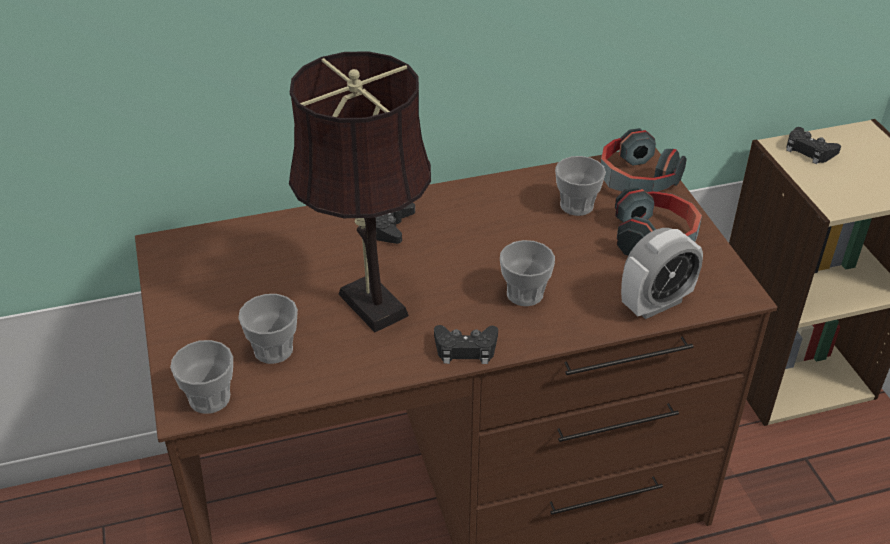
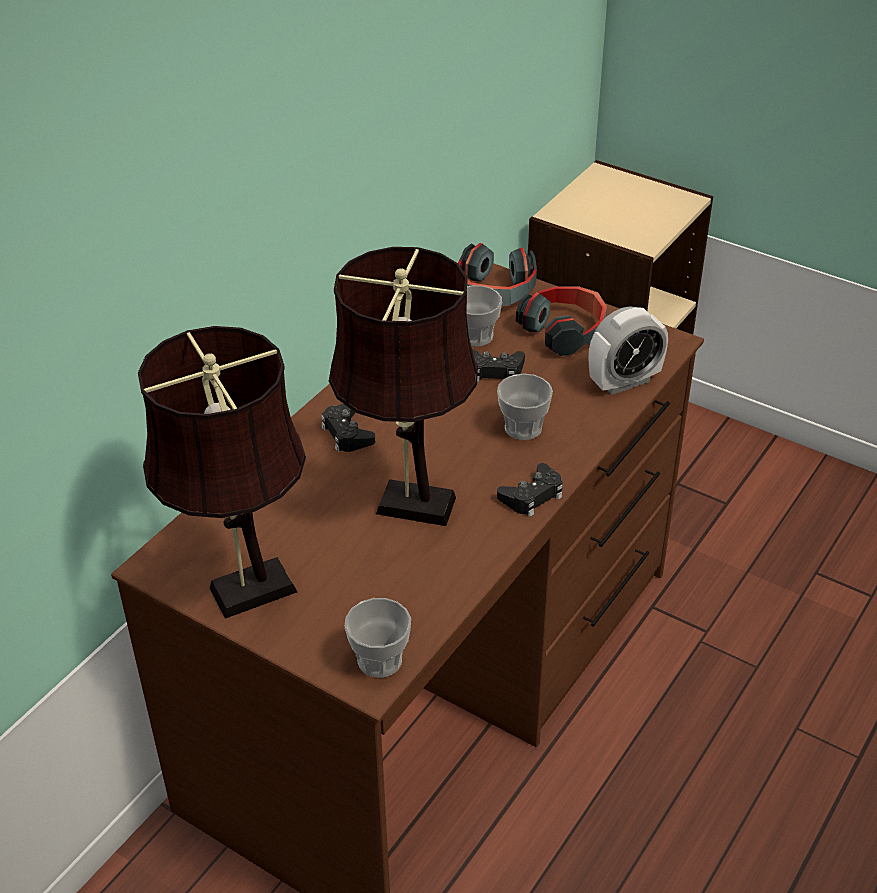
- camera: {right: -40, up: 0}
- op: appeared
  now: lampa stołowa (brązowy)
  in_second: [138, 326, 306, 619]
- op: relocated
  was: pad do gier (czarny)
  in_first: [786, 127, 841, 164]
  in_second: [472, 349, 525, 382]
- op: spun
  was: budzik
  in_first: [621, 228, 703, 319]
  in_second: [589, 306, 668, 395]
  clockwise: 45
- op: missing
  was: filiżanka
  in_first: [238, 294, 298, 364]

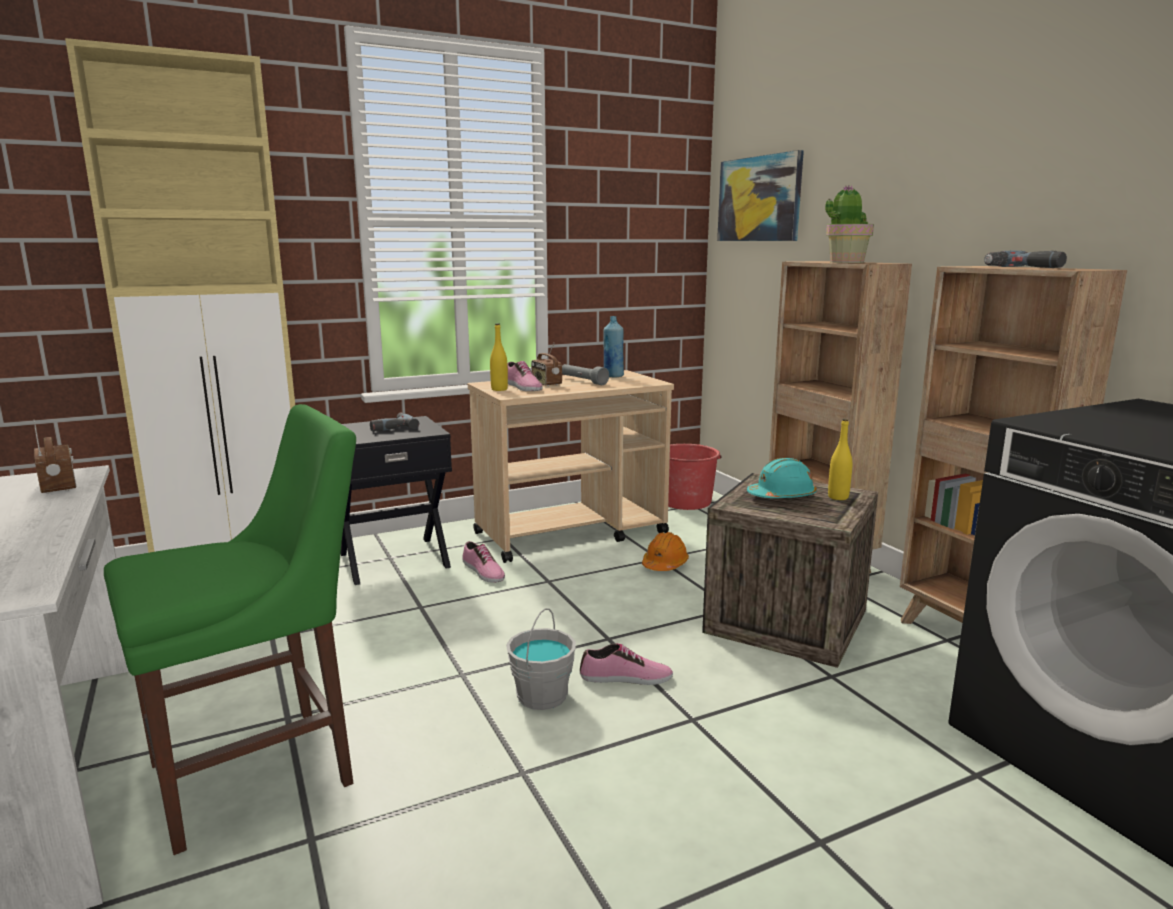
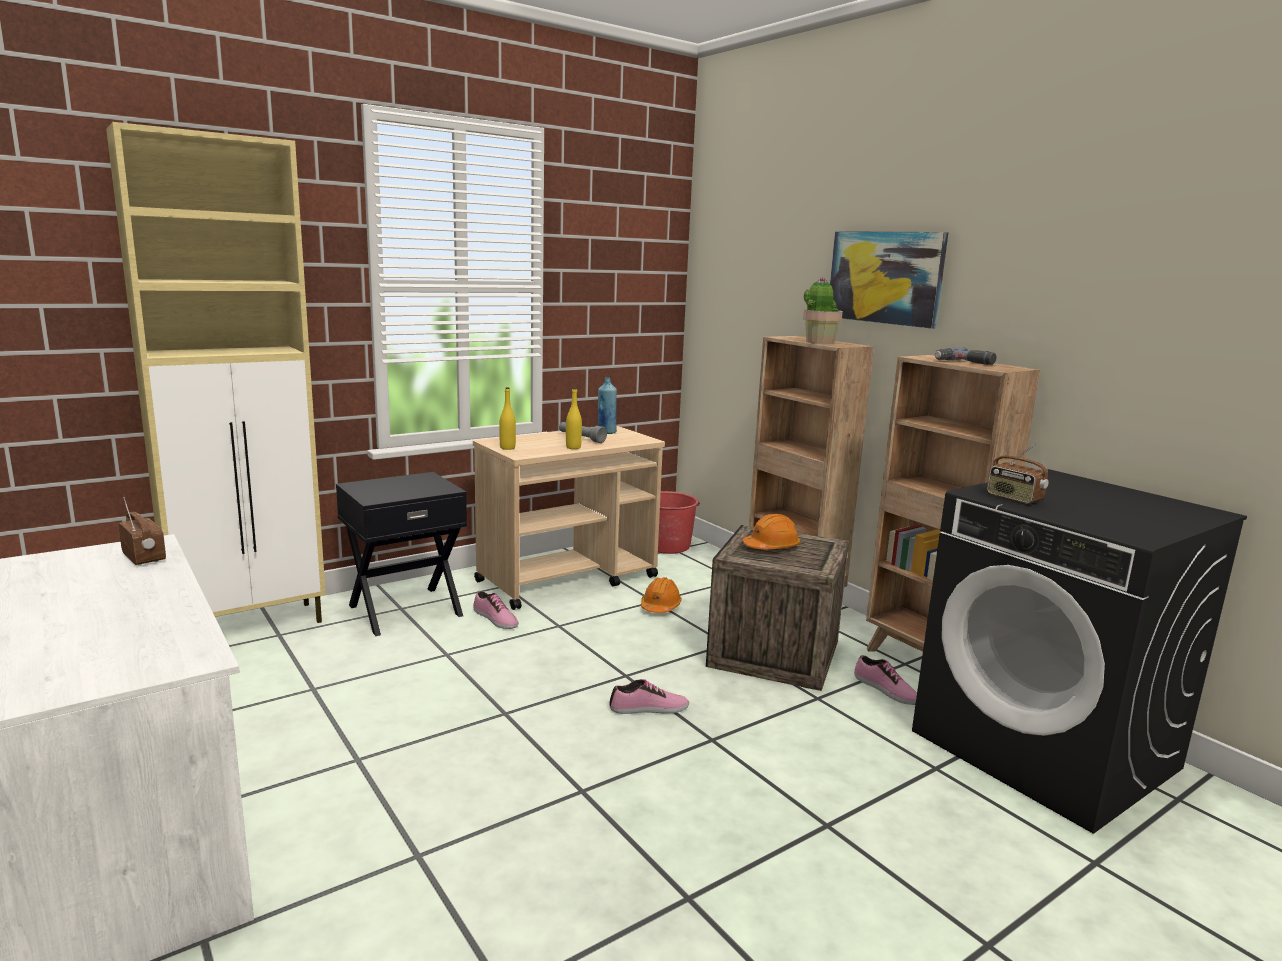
- camera: {right: -10, up: 0}
- op: relocated
  was: butelka (żółty)
  in_first: [828, 419, 852, 500]
  in_second: [566, 388, 582, 449]
- op: colour
  was: kask (turkusowy)
  now: kask (pomarańczowy)
  in_first: [747, 458, 817, 498]
  in_second: [743, 514, 801, 549]
- op: relocated
  was: obraz
  in_first: [717, 150, 804, 241]
  in_second: [830, 231, 948, 329]
- op: relocated
  was: but
  in_first: [507, 361, 543, 391]
  in_second: [854, 655, 917, 705]
- op: relocated
  was: radio
  in_first: [531, 342, 562, 386]
  in_second: [987, 443, 1049, 504]
- op: missing
  was: krzesło (zielony)
  in_first: [104, 404, 356, 855]
- op: missing
  was: wiertarka
  in_first: [370, 412, 419, 431]
- op: missing
  was: wiadro (szary)
  in_first: [506, 608, 576, 710]

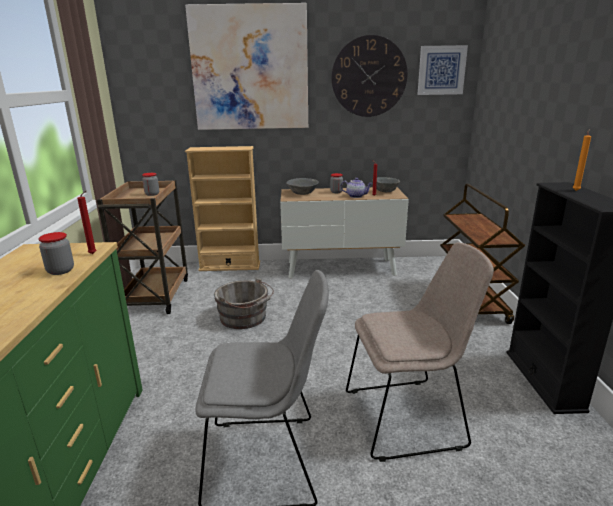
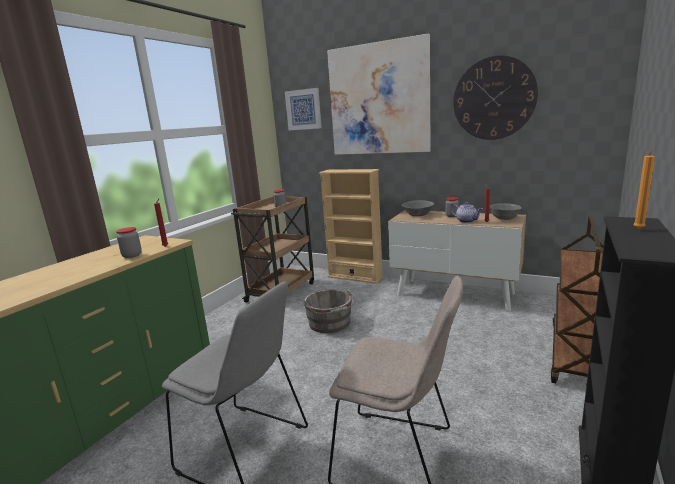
- camera: {right: 30, up: -5}
- op: relocated
  was: obraz
  in_first: [417, 45, 468, 95]
  in_second: [285, 88, 322, 130]

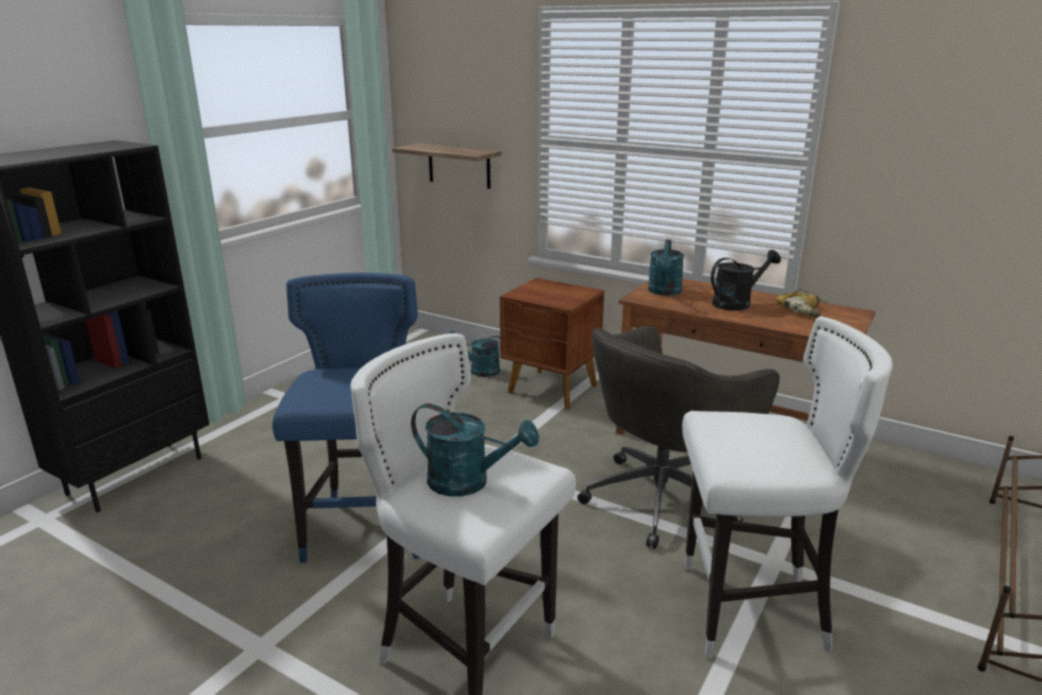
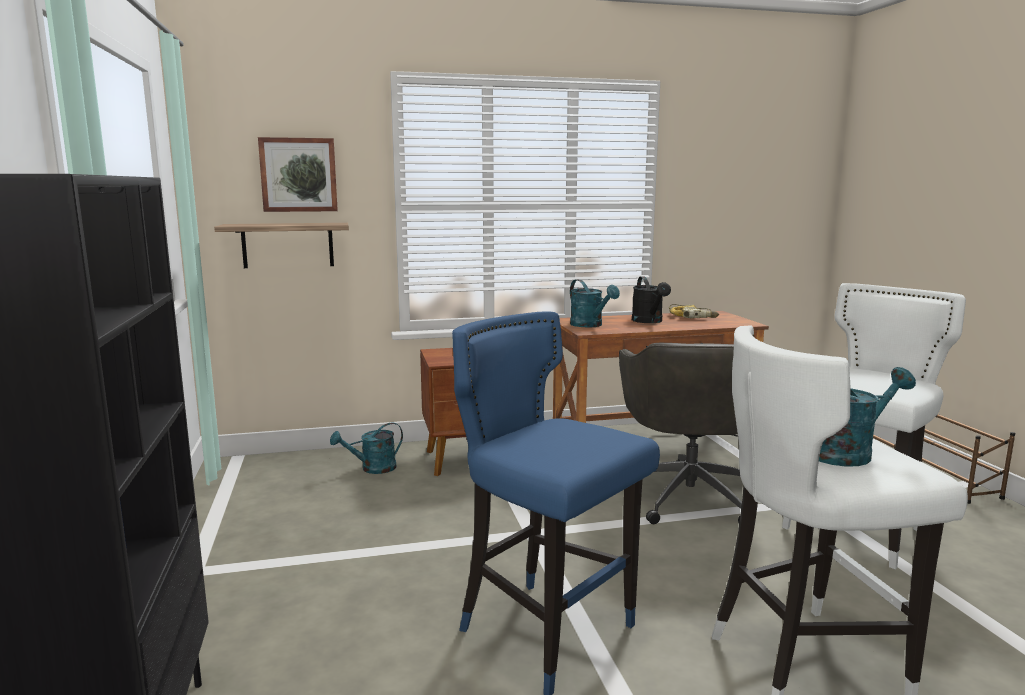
- camera: {right: -45, up: -10}
- op: appeared
  now: obraz
  in_second: [258, 137, 338, 212]
- op: spun
  was: konewka (czarny)
  in_first: [711, 250, 781, 311]
  in_second: [632, 276, 671, 323]
  clockwise: 150

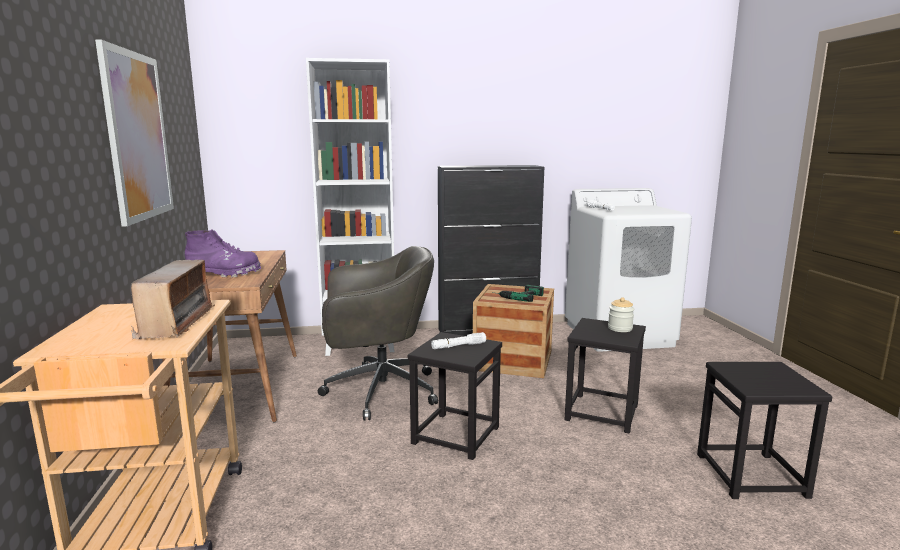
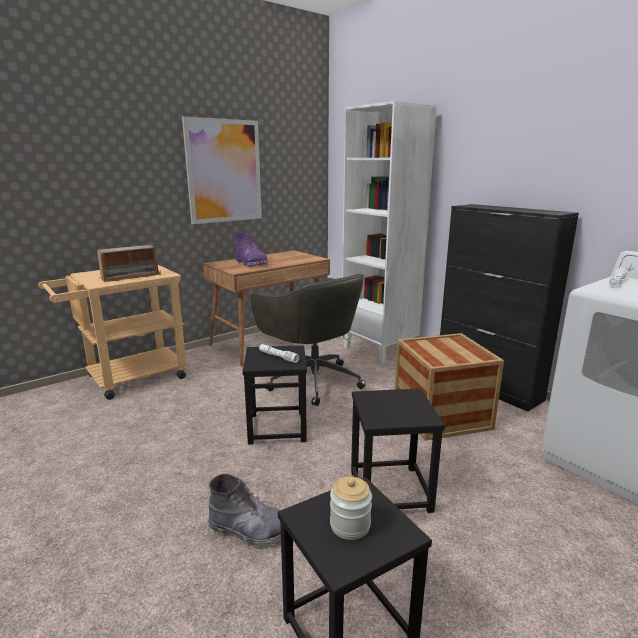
- camera: {right: 60, up: 5}
- op: appeared
  now: but z cholewką (szary)
  in_second: [208, 474, 281, 549]
- op: relocated
  was: słoik
  in_first: [608, 297, 634, 332]
  in_second: [330, 477, 372, 540]
- op: missing
  was: wiertarka
  in_first: [492, 285, 544, 302]

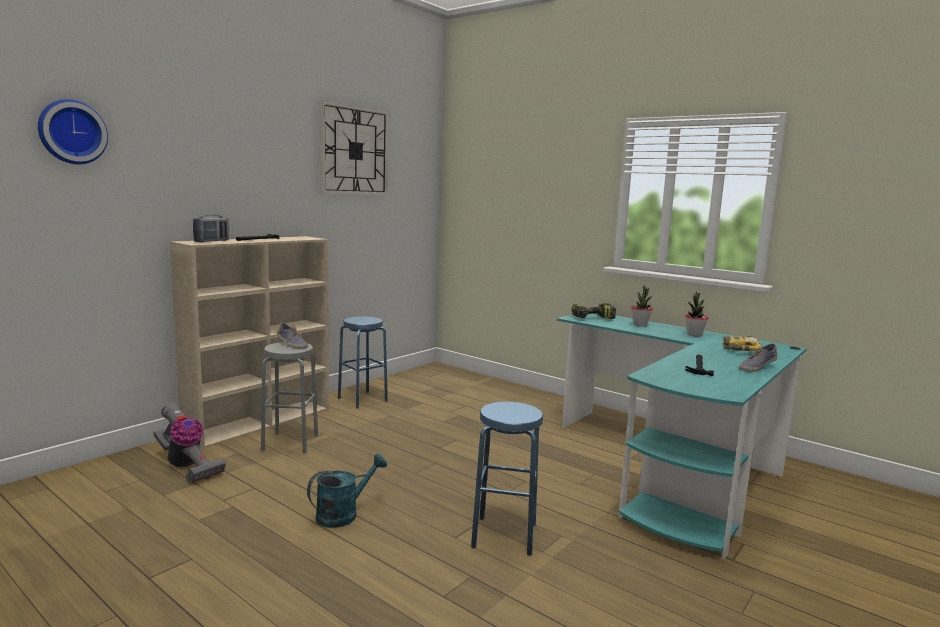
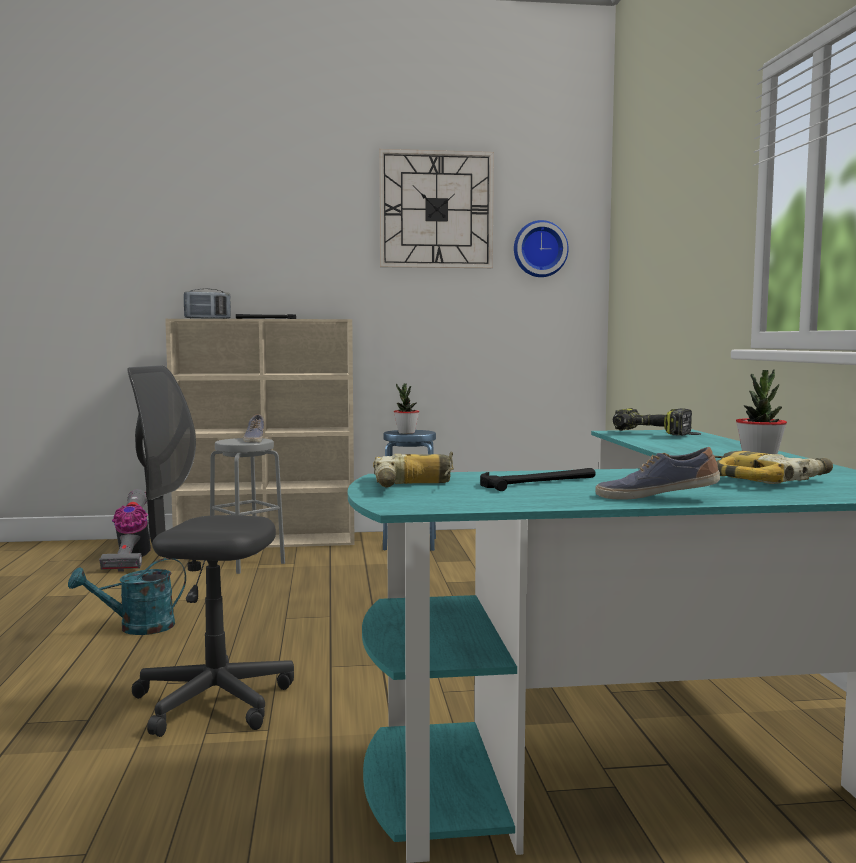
- camera: {right: 45, up: -5}
- op: spun
  was: konewka (turkusowy)
  in_first: [307, 454, 387, 528]
  in_second: [68, 558, 186, 635]
  clockwise: 150
- op: exchanged
  was: stołek (niebieski)
  now: krzesło biurowe (szary)
  in_first: [471, 402, 543, 556]
  in_second: [127, 365, 294, 737]
- op: appeared
  now: wiertarka
  in_second: [373, 452, 454, 487]
- op: relocated
  was: roślina doniczkowa
  in_first: [631, 286, 653, 327]
  in_second: [394, 384, 419, 434]
- op: relocated
  was: zegar ścienny
  in_first: [38, 99, 108, 164]
  in_second: [514, 220, 569, 277]

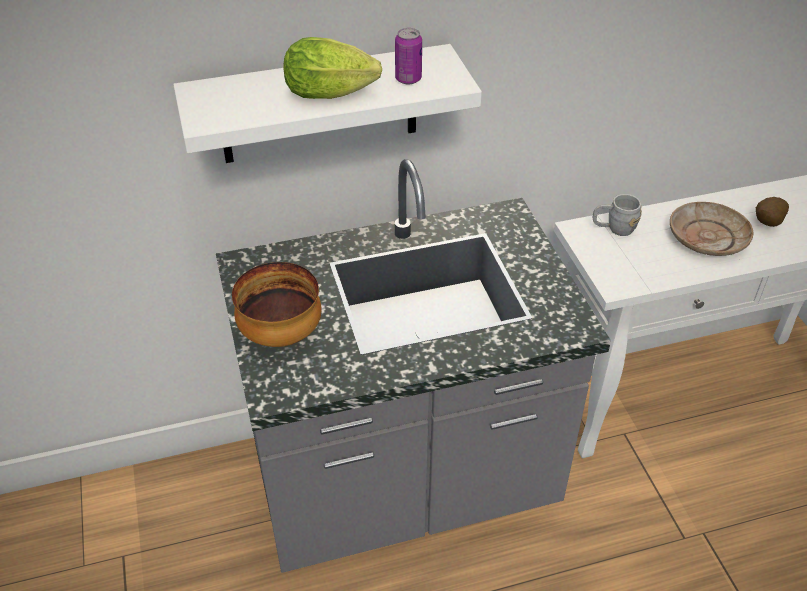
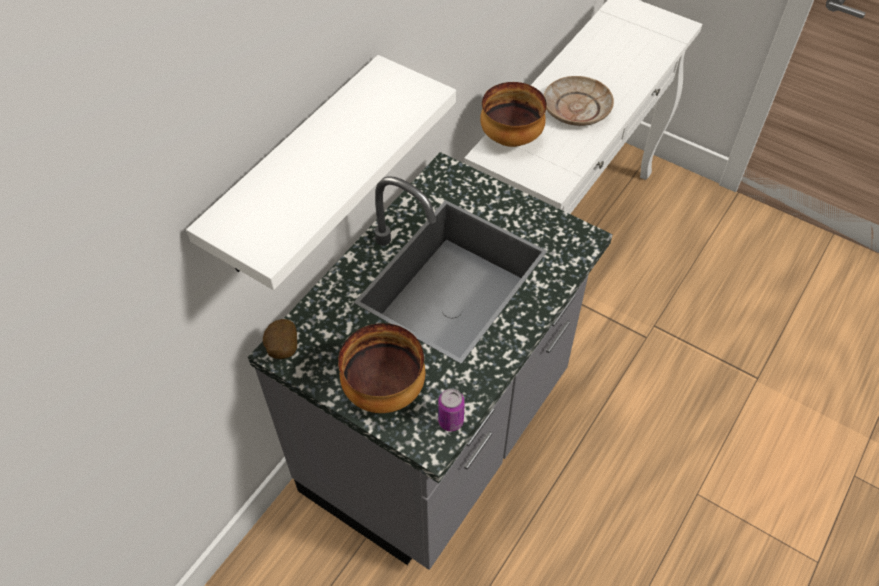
- camera: {right: -40, up: 10}
- op: relocated
  was: ziemniak
  in_first: [756, 197, 789, 227]
  in_second: [263, 319, 297, 359]
- op: relocated
  was: puszka
  in_first: [395, 28, 422, 85]
  in_second: [438, 388, 465, 432]
- op: exchanged
  was: kubek (szary)
  now: miska
  in_first: [593, 194, 642, 236]
  in_second: [480, 82, 547, 147]
- op: missing
  was: sałata
  in_first: [284, 37, 382, 99]

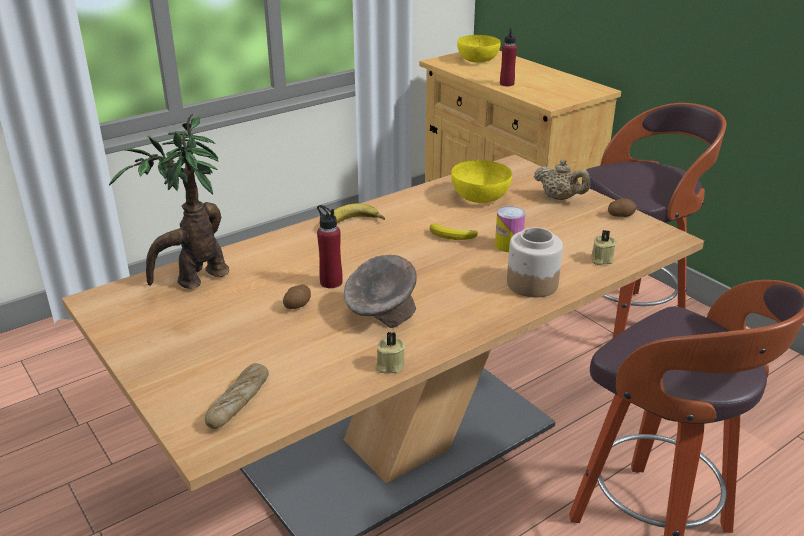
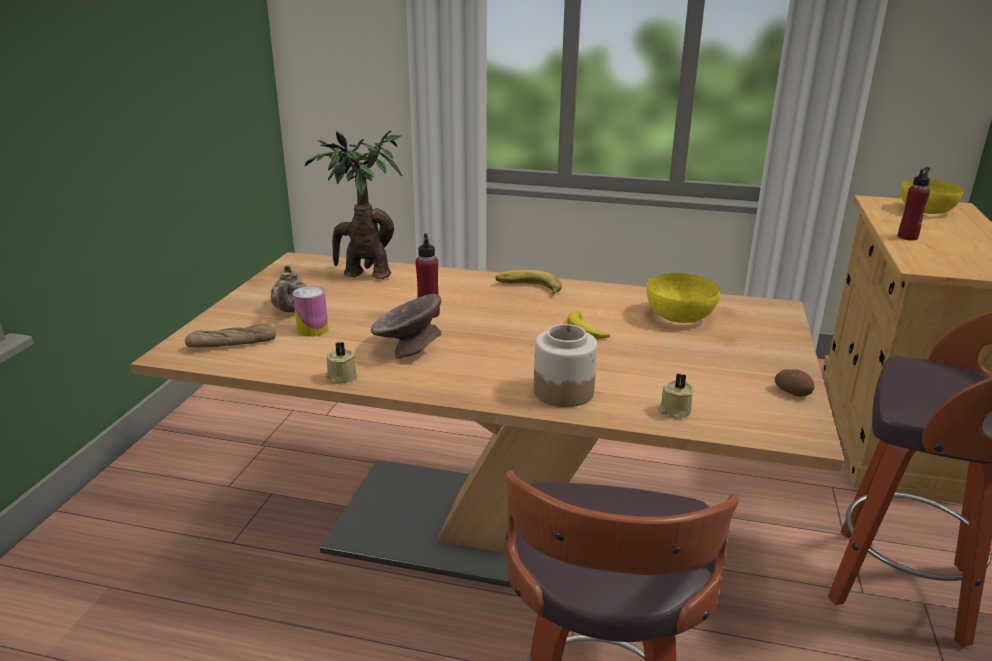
- camera: {right: 50, up: -5}
- op: relocated
  was: imbryk (beżowy)
  in_first: [534, 159, 591, 200]
  in_second: [271, 265, 307, 312]
- op: relocated
  was: puszka
  in_first: [495, 206, 526, 252]
  in_second: [293, 286, 328, 337]
- op: missing
  was: ziemniak
  in_first: [283, 284, 311, 309]

